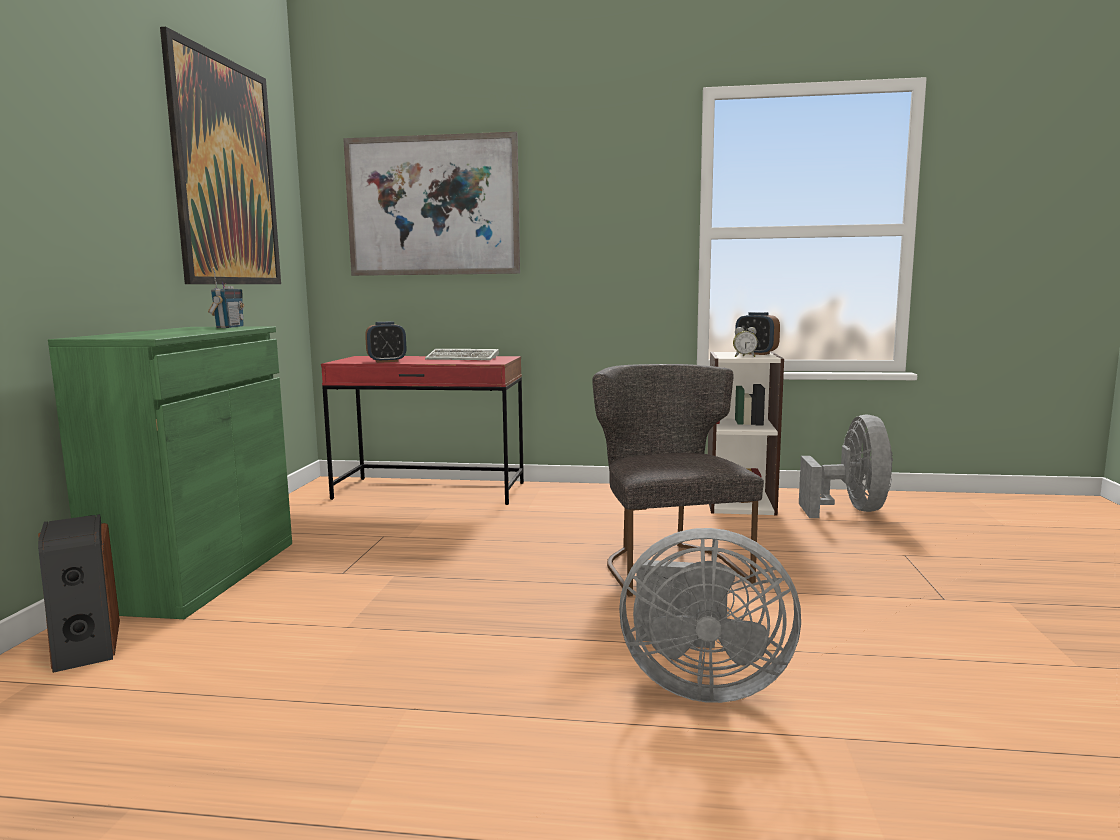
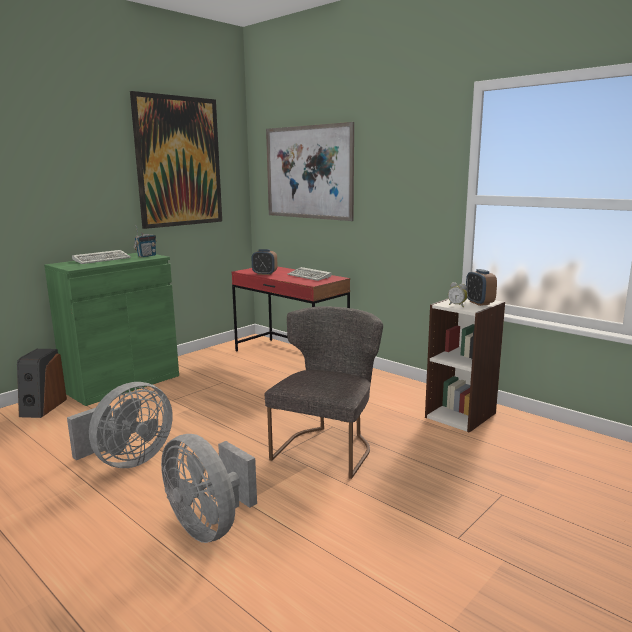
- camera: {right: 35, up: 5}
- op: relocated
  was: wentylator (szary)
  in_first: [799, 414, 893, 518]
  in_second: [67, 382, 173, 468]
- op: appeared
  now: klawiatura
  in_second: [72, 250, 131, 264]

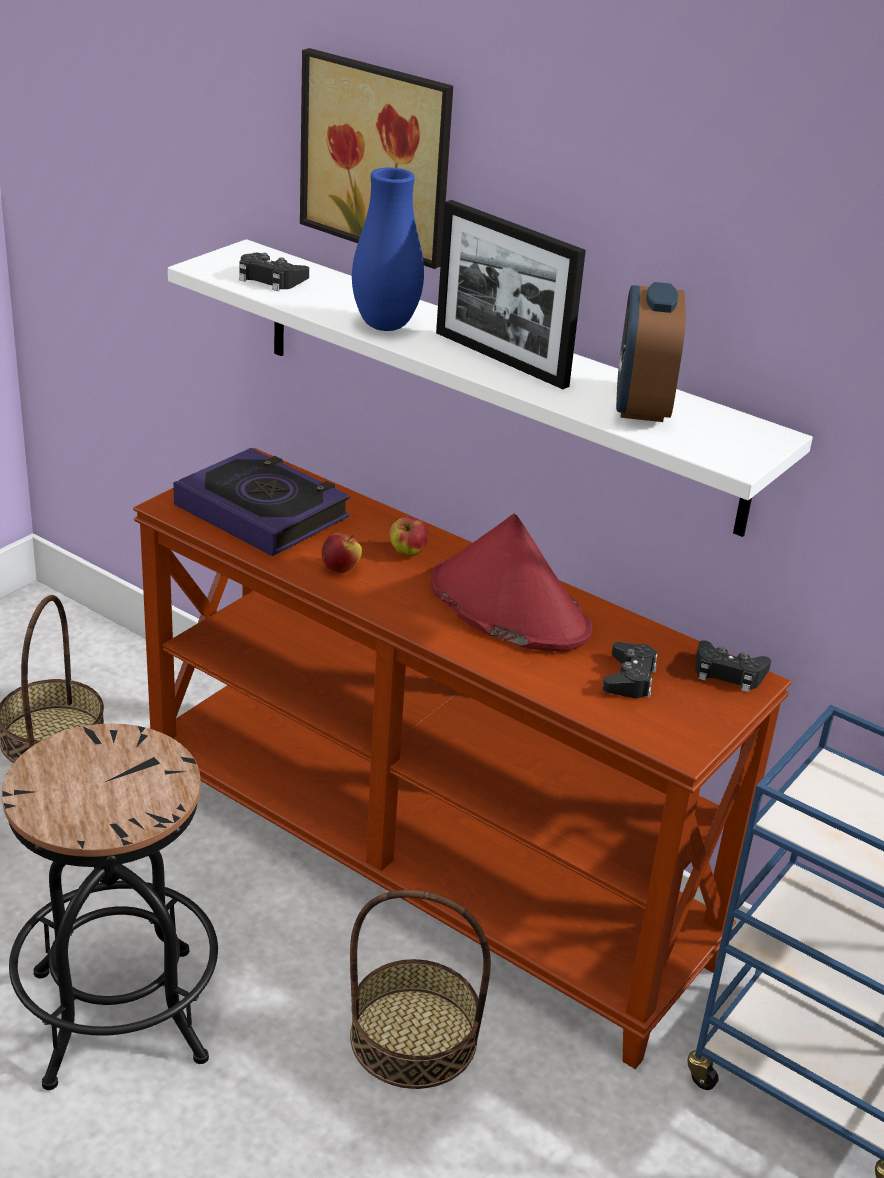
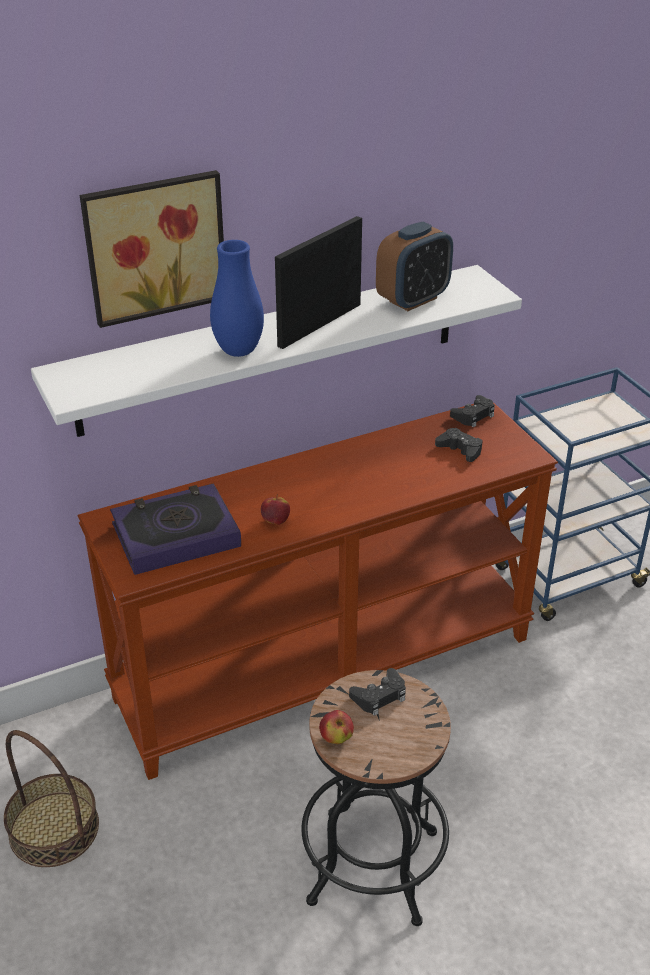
- camera: {right: -60, up: 5}
- op: spun
  was: ramka na zdjęcie
  in_first: [436, 200, 586, 389]
  in_second: [275, 216, 362, 349]
  clockwise: 150
- op: relocated
  was: jabłko
  in_first: [389, 516, 428, 556]
  in_second: [319, 710, 354, 744]
- op: relocated
  was: pad do gier (czarny)
  in_first: [239, 253, 309, 291]
  in_second: [349, 668, 406, 716]
- op: spun
  was: budzik
  in_first: [616, 282, 686, 422]
  in_second: [376, 222, 453, 311]
  clockwise: -75
- op: missing
  was: koszyk
  in_first: [350, 890, 491, 1089]
- op: missing
  was: kapelusz (czerwony)
  in_first: [431, 514, 592, 651]

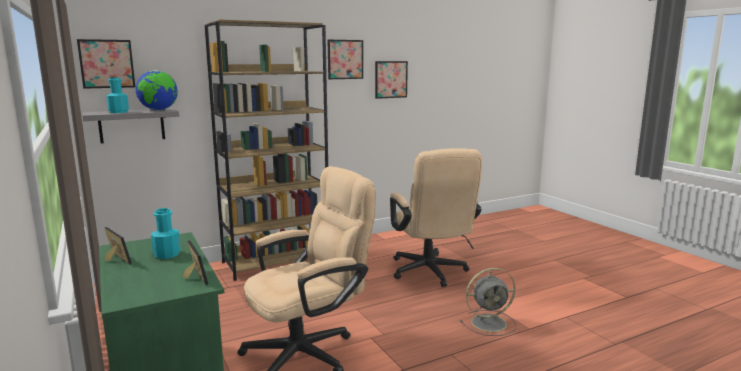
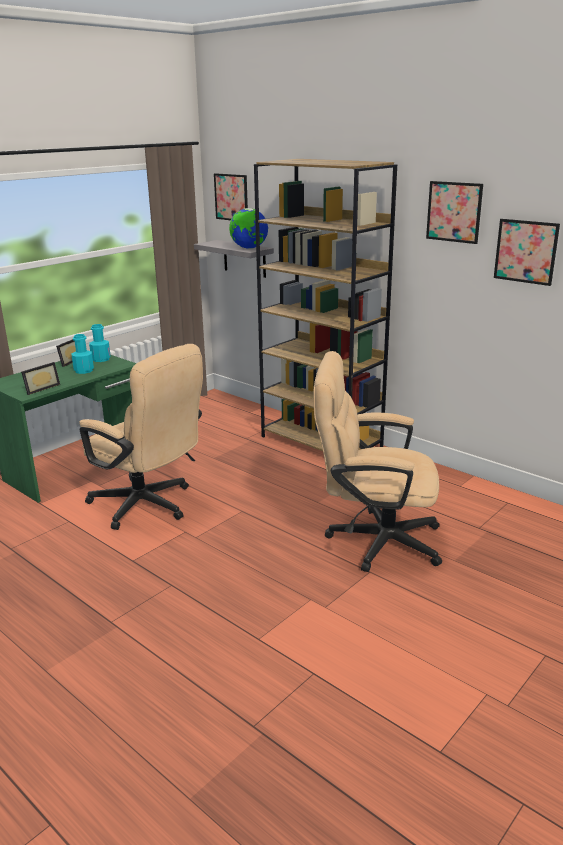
- camera: {right: 70, up: 10}
- op: relocated
  was: butelka (turkusowy)
  in_first: [106, 78, 129, 113]
  in_second: [89, 324, 111, 362]
- op: spun
  was: krzesło biurowe (beżowy)
  in_first: [390, 148, 482, 287]
  in_second: [314, 351, 442, 572]
  clockwise: 45
- op: missing
  was: wentylator (szary)
  in_first: [460, 268, 516, 336]

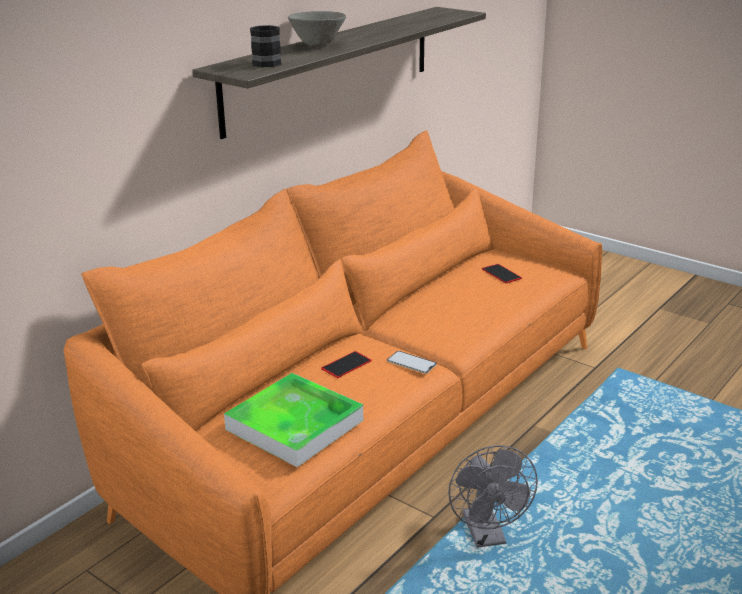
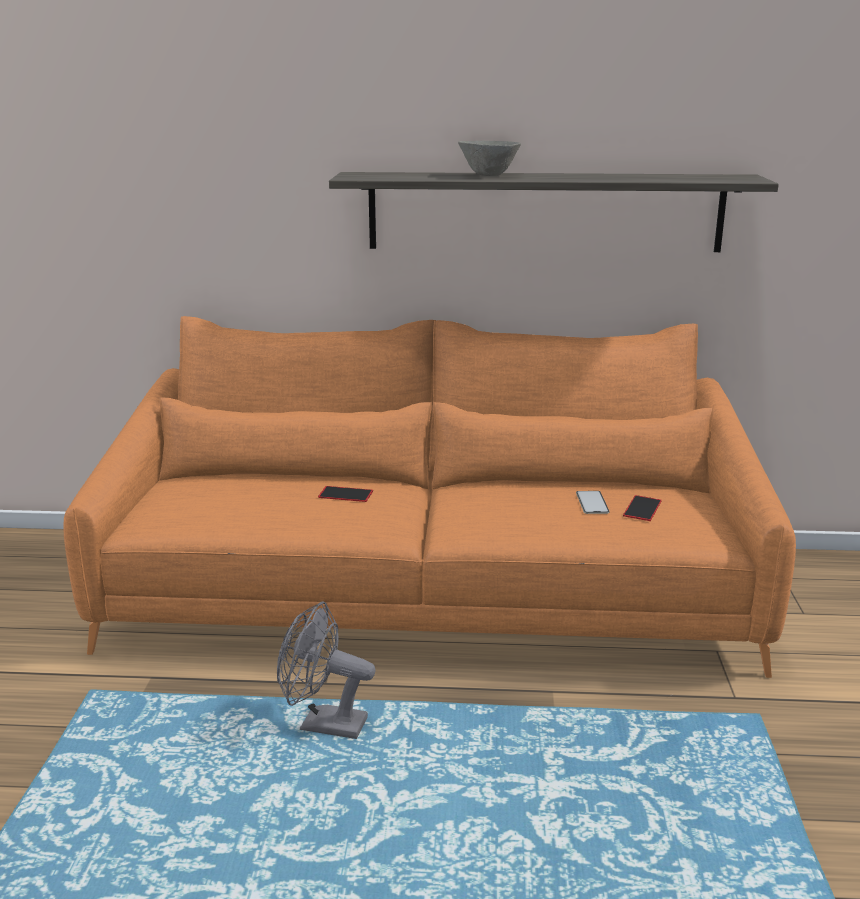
- camera: {right: 55, up: -5}
- op: spun
  was: wentylator (szary)
  in_first: [448, 445, 538, 548]
  in_second: [277, 601, 375, 739]
  clockwise: 60
- op: relocated
  was: telefon
  in_first: [387, 351, 437, 374]
  in_second: [576, 491, 610, 514]
- op: missing
  was: taca
  in_first: [224, 373, 363, 467]
- op: missing
  was: kubek (czarny)
  in_first: [250, 25, 282, 67]

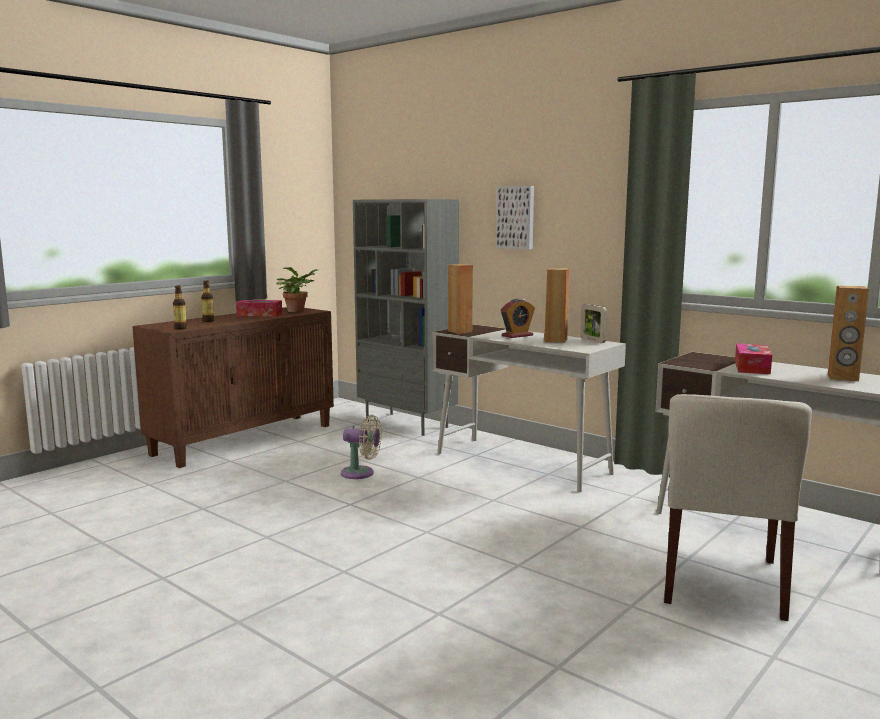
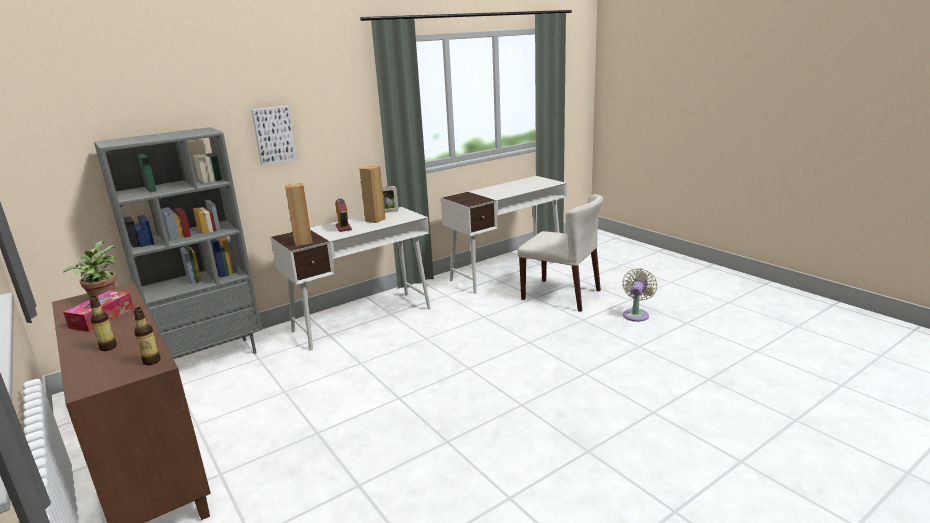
- camera: {right: -75, up: 10}
- op: relocated
  was: wentylator (beżowy)
  in_first: [341, 415, 382, 479]
  in_second: [622, 268, 658, 322]
- op: missing
  was: pudełko chusteczek
  in_first: [735, 343, 772, 374]
- op: missing
  was: głośnik (brązowy)
  in_first: [828, 285, 869, 381]

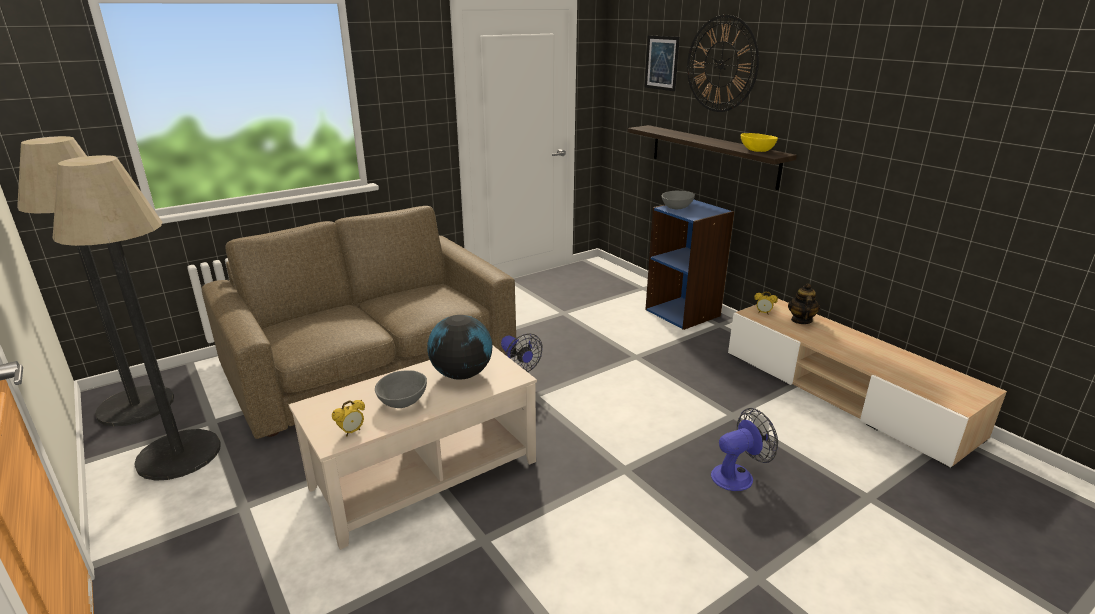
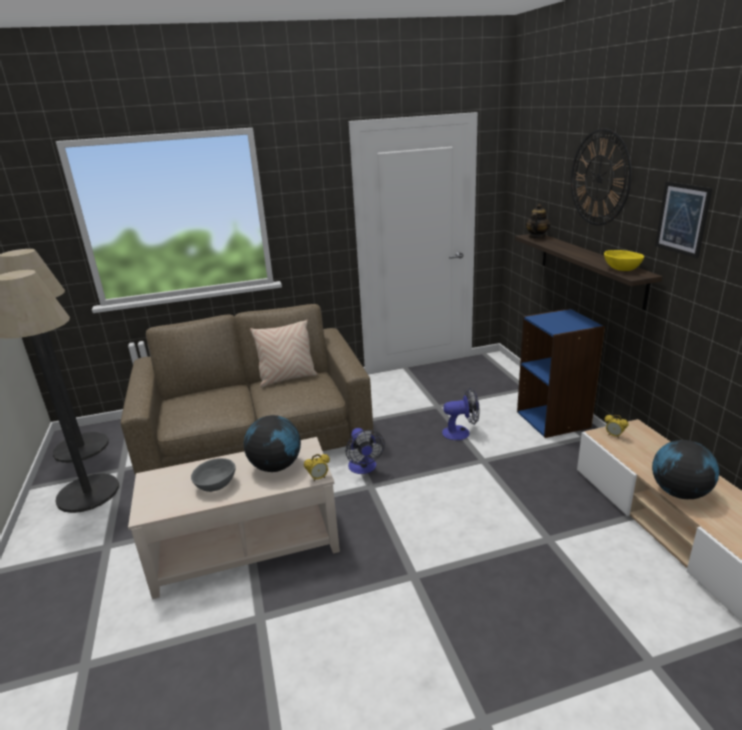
- camera: {right: 20, up: 0}
- op: appeared
  now: poduszka (beżowy)
  in_second: [250, 319, 317, 388]
- op: relocated
  was: budzik
  in_first: [332, 400, 365, 436]
  in_second: [304, 454, 330, 481]
- op: relocated
  was: wentylator
  in_first: [711, 408, 778, 491]
  in_second: [442, 388, 480, 440]
- op: relocated
  was: imbryk
  in_first: [788, 283, 820, 324]
  in_second: [525, 204, 550, 238]
- op: appeared
  now: globus
  in_second: [652, 440, 719, 499]
- op: relocated
  was: obraz
  in_first: [645, 35, 680, 91]
  in_second: [655, 181, 712, 258]
- op: missing
  was: miska (szary)
  in_first: [662, 191, 695, 209]

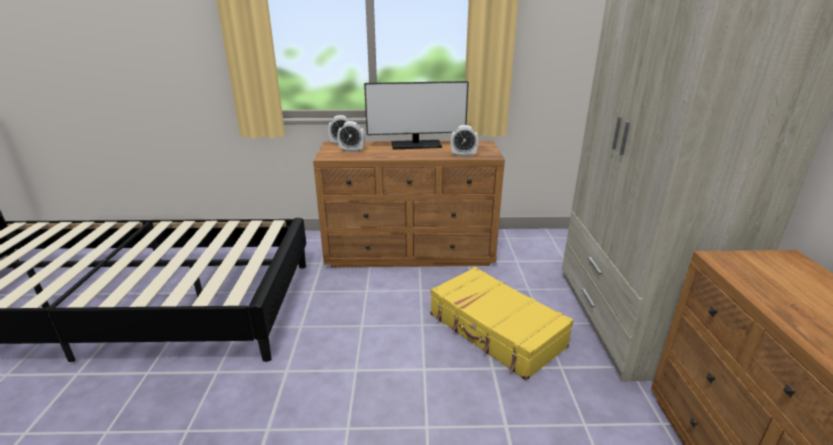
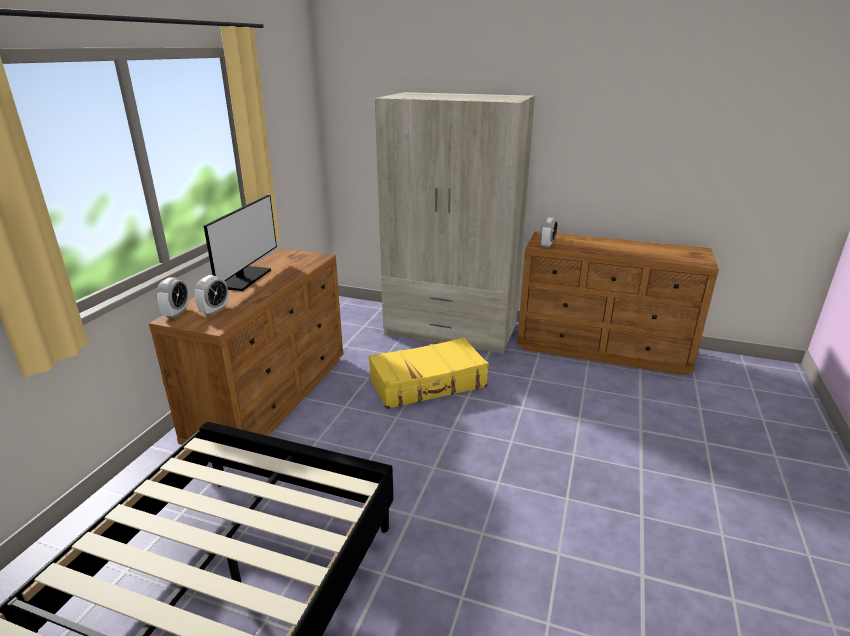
- camera: {right: -70, up: 0}
- op: relocated
  was: budzik
  in_first: [451, 125, 478, 157]
  in_second: [540, 217, 557, 248]

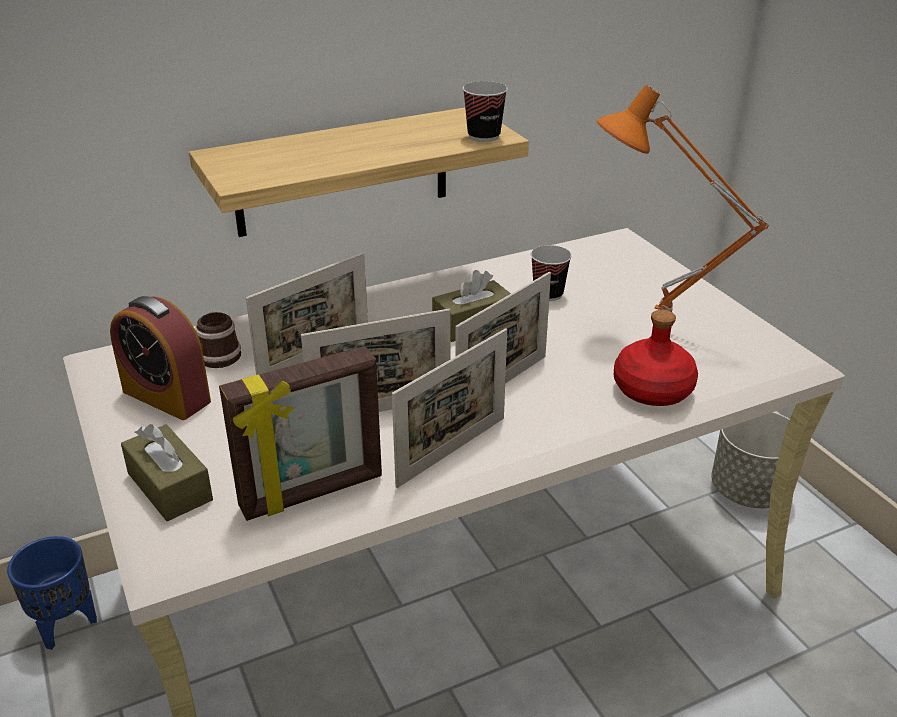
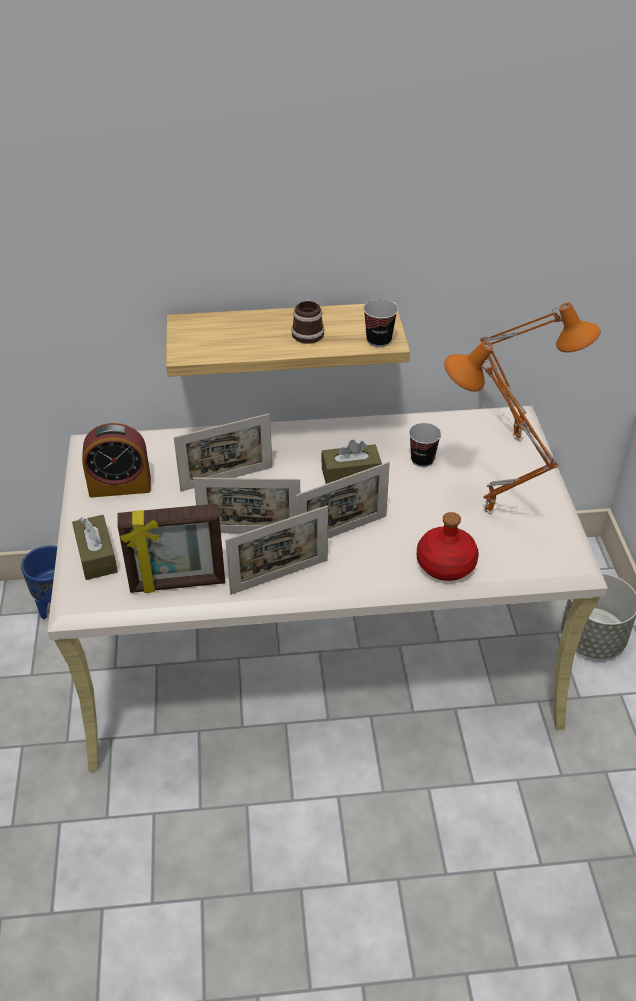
- camera: {right: 20, up: 10}
- op: spun
  was: budzik
  in_first: [110, 296, 211, 420]
  in_second: [82, 423, 151, 497]
  clockwise: -60
- op: relocated
  was: kubek
  in_first: [195, 311, 241, 368]
  in_second: [291, 299, 325, 344]
- op: appeared
  now: lampa stołowa (pomarańczowy)
  in_second: [480, 302, 601, 442]

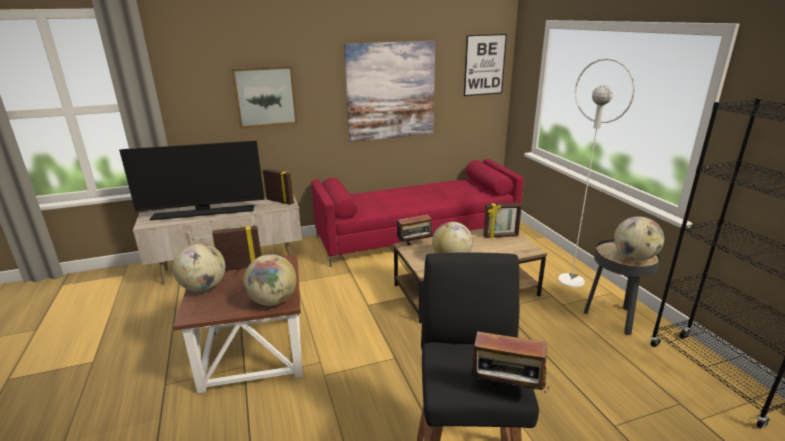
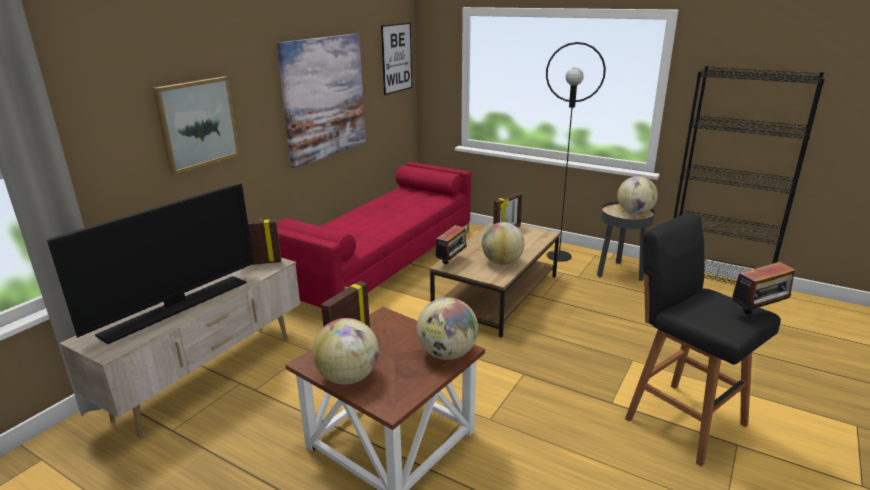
- camera: {right: -40, up: 0}
- op: colour
  was: lampa stojąca (biały)
  now: lampa stojąca (czarny)
  in_first: [558, 58, 635, 287]
  in_second: [546, 42, 606, 261]

